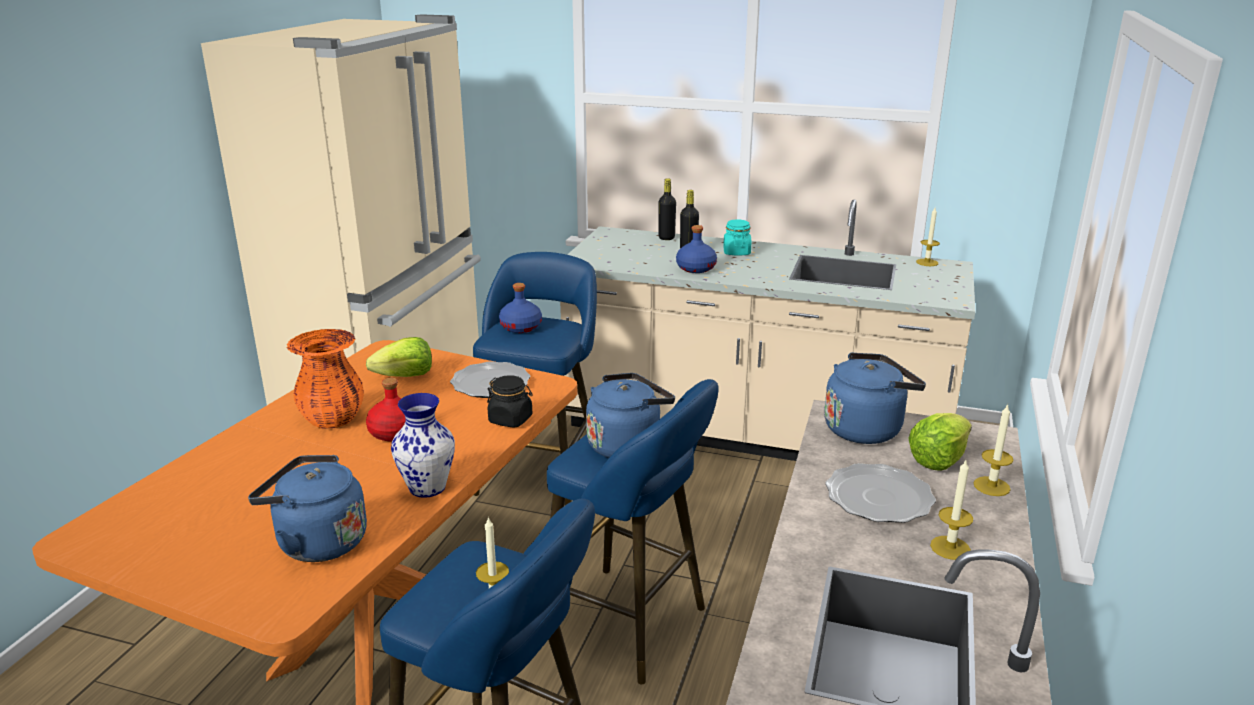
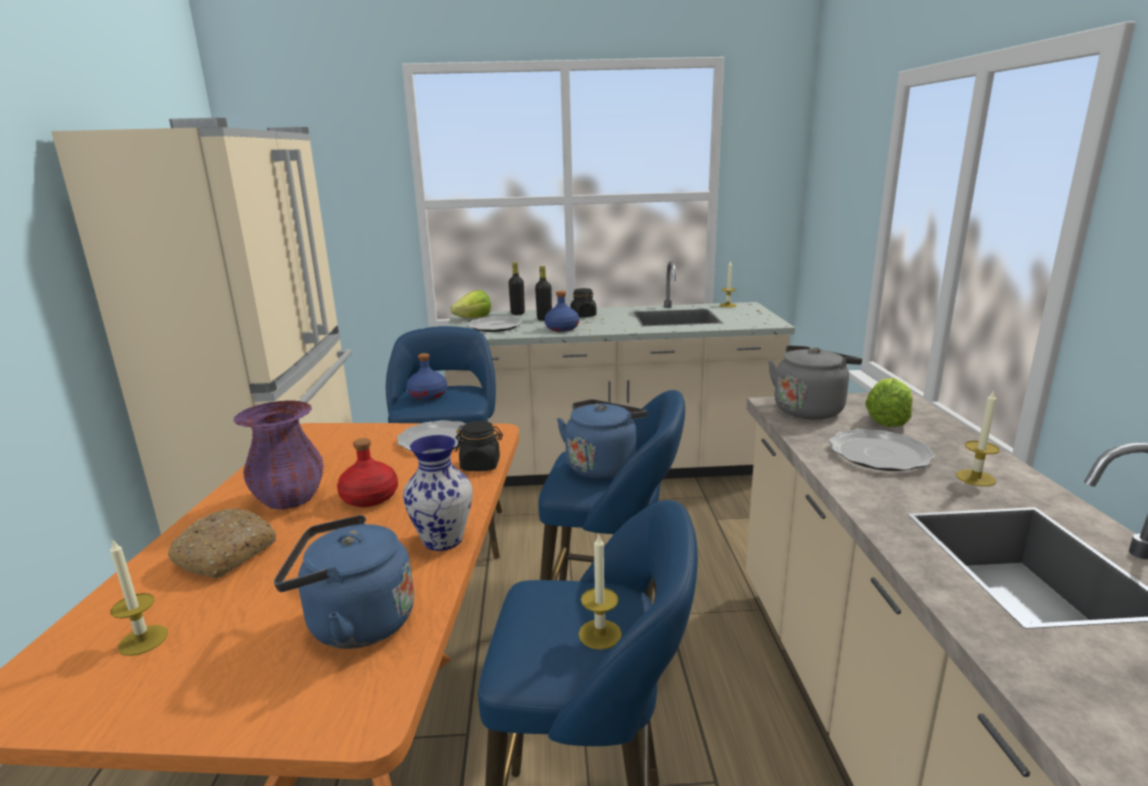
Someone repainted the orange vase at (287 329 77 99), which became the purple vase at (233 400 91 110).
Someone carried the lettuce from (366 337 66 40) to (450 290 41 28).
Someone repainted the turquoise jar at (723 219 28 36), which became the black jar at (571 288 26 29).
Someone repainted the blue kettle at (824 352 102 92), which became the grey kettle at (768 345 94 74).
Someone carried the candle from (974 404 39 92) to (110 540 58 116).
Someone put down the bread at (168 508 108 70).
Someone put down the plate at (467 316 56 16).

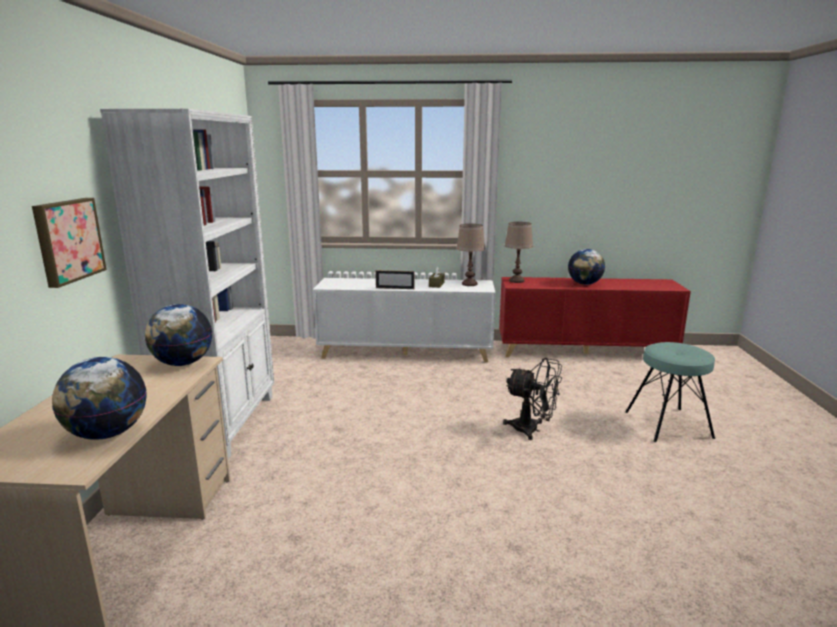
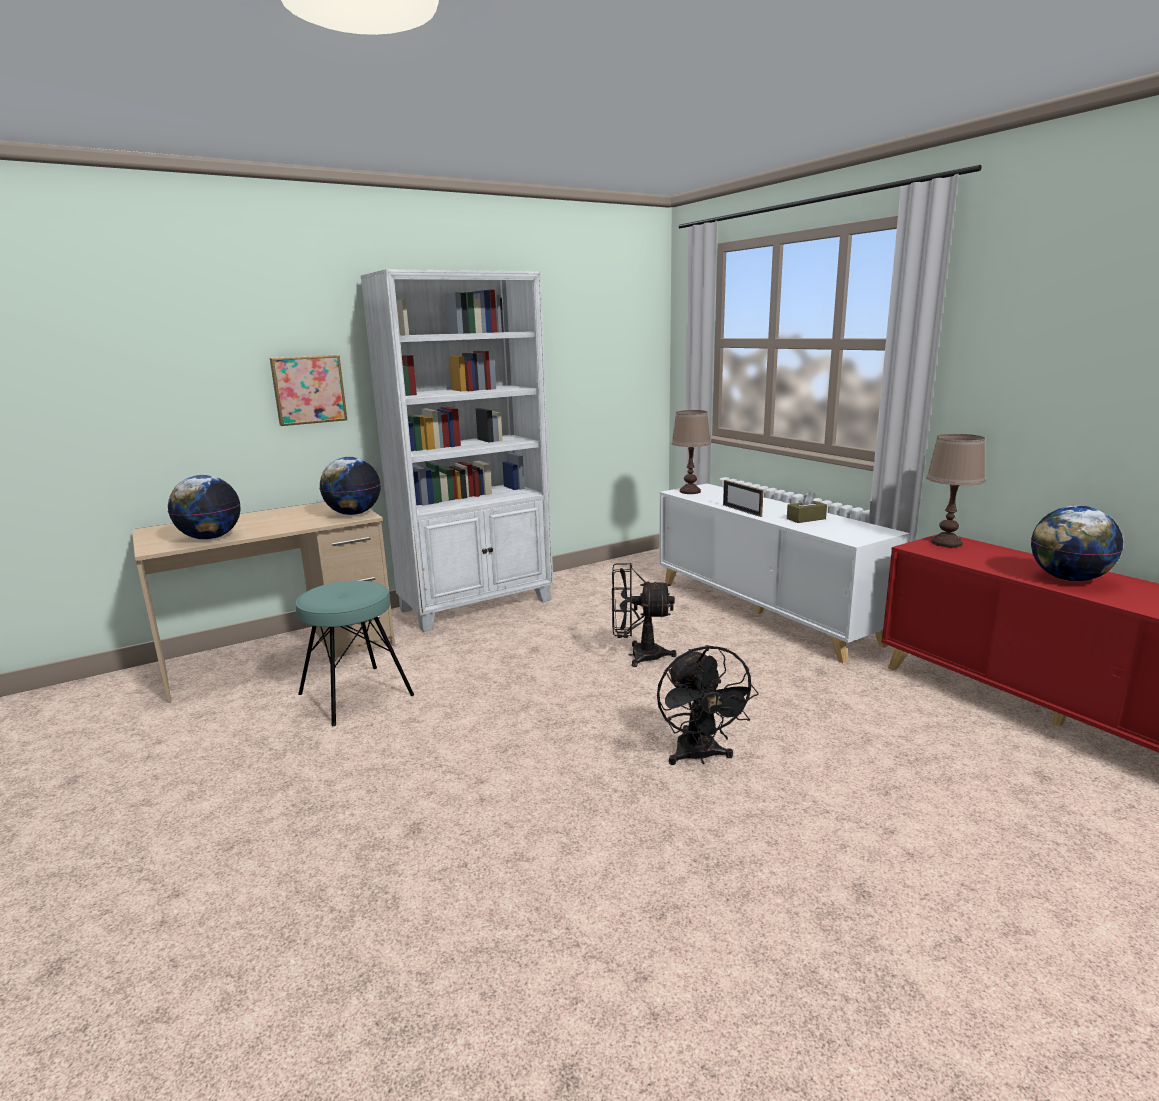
Someone carried the brown table lamp from (456 224 29 62) to (672 410 39 84).
Someone carried the turquoise stool from (625 342 90 100) to (295 581 119 145).
Someone put down the black fan at (612 563 65 104).

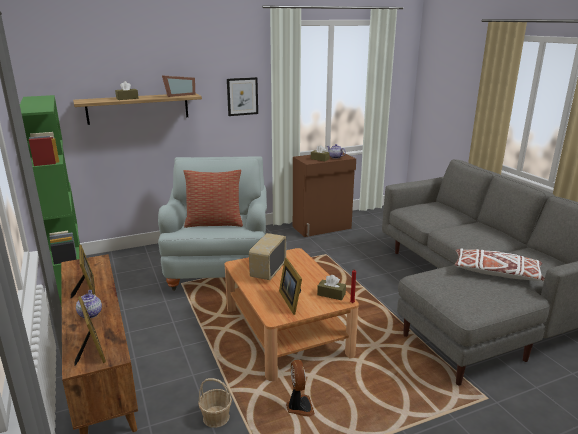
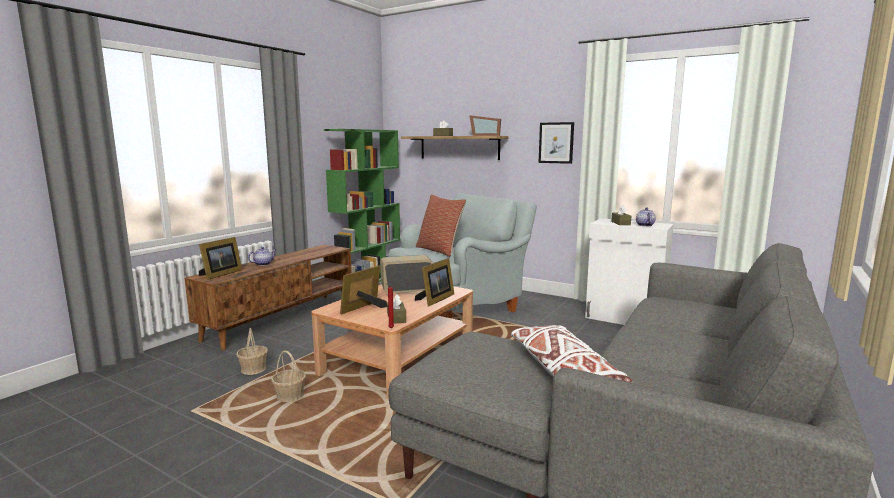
Someone carried the picture frame from (71 245 24 53) to (415 258 39 48).
Someone swapped the fan at (286 360 29 56) for the basket at (271 351 35 51).
Someone repainted the brown cabinet at (293 153 63 84), which became the white cabinet at (585 218 89 107).

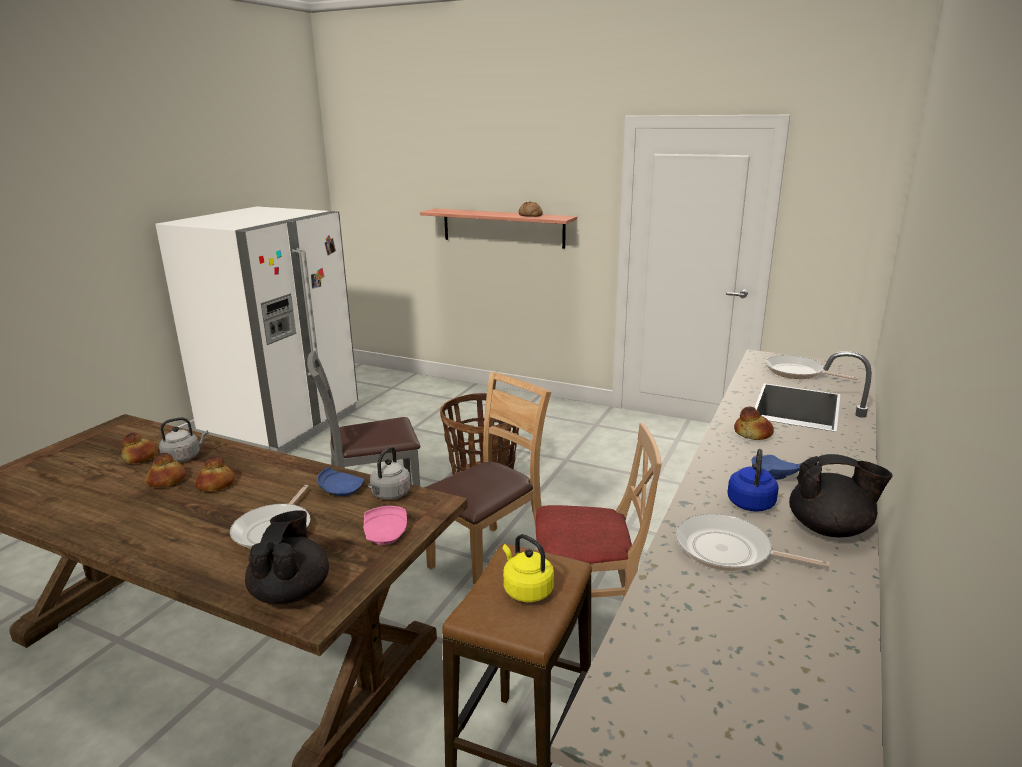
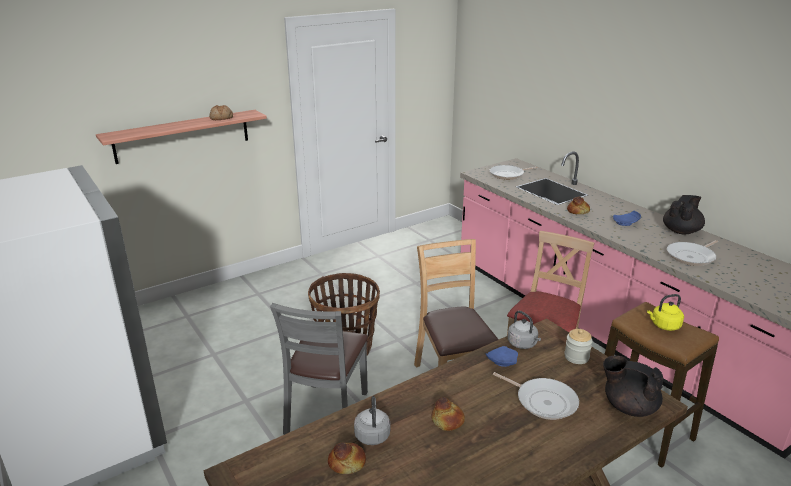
Someone took away the bread at (146 453 40 34).
Someone swapped the pink plate at (363 506 44 39) for the jar at (564 329 29 35).
Someone took away the blue kettle at (727 449 52 63).

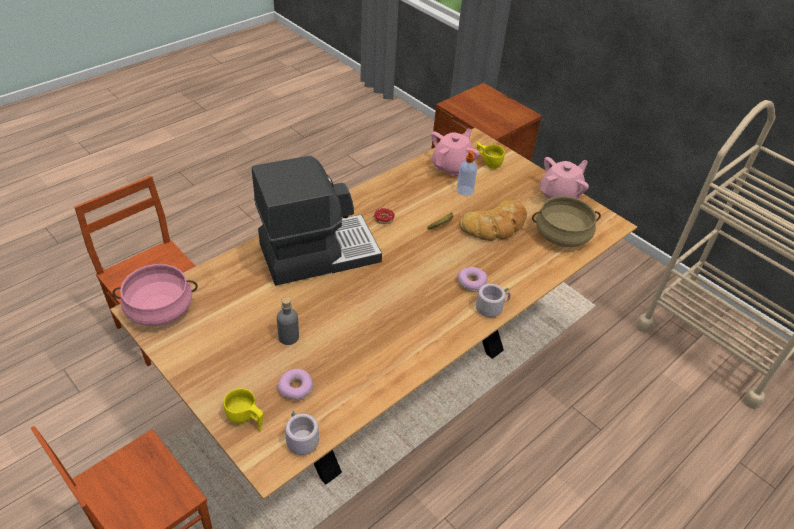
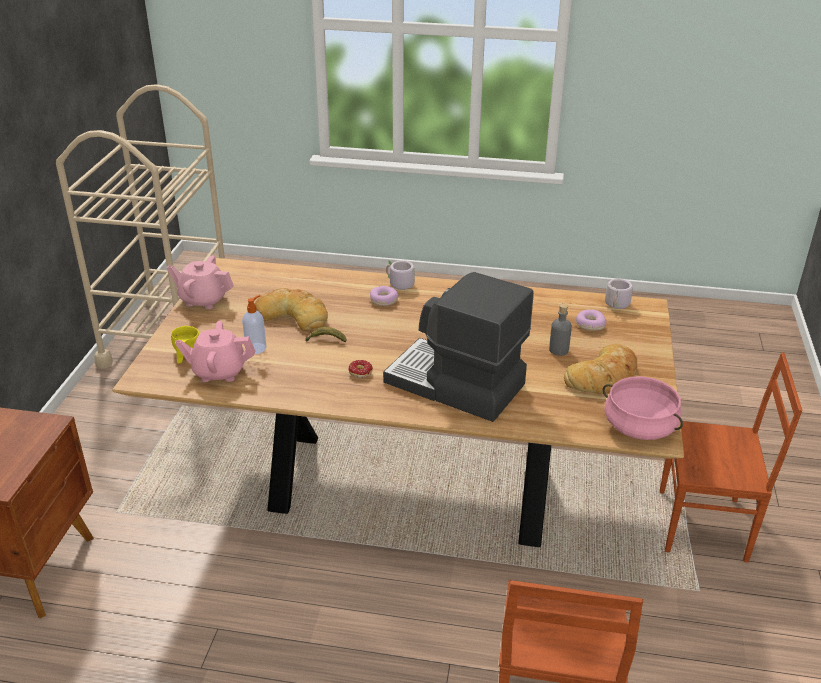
Someone took away the yellow cup at (224 388 39 43).
Someone took away the beige cooking pot at (532 196 69 51).
Someone put down the bread at (564 344 73 50).

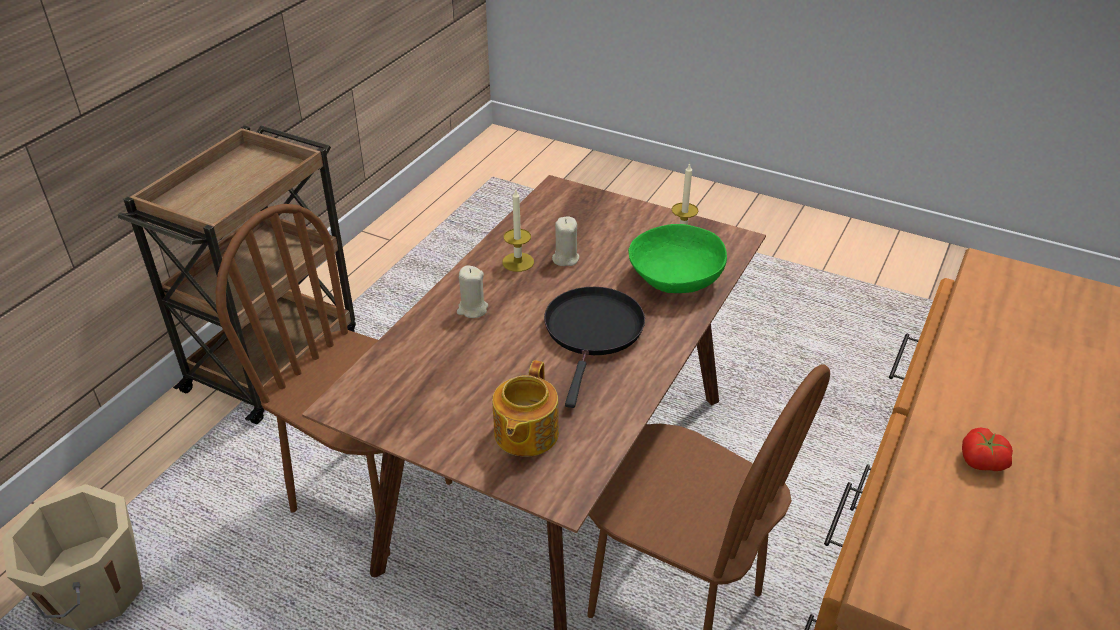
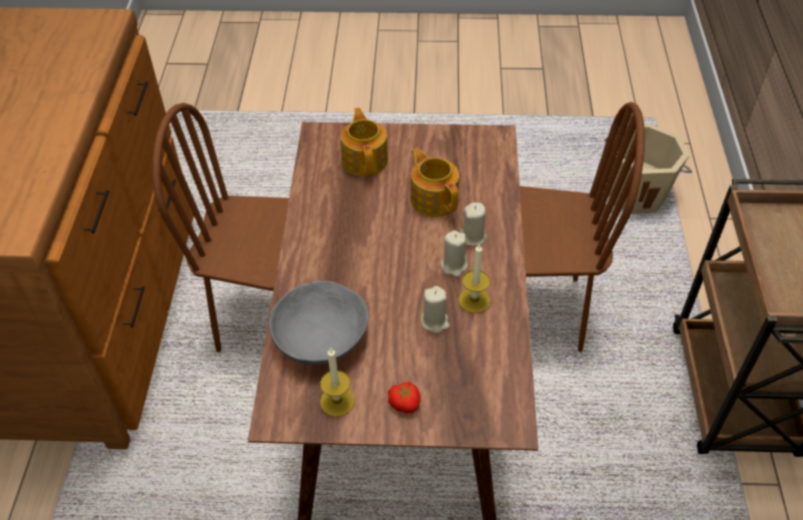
Someone took away the black frying pan at (544 287 101 121).
Someone repainted the green bowl at (628 224 99 69), which became the grey bowl at (269 281 99 84).
Someone carried the tomato from (962 427 51 44) to (388 382 33 32).
Someone put down the teapot at (411 148 48 69).
Someone put down the beige candle at (441 230 27 47).

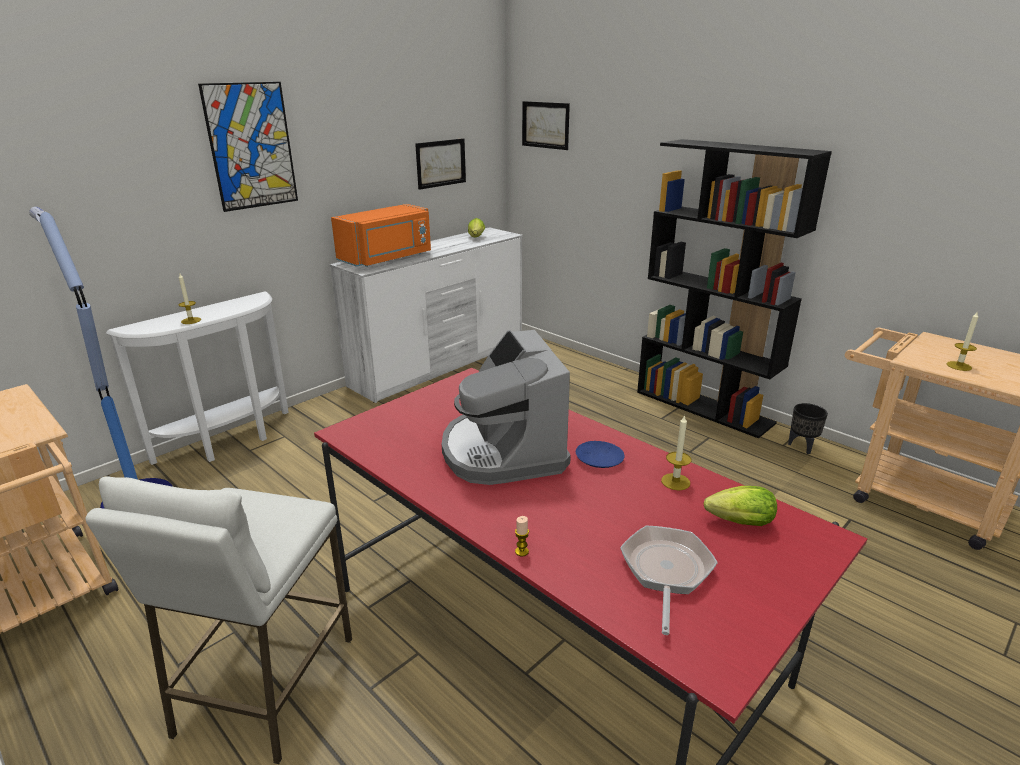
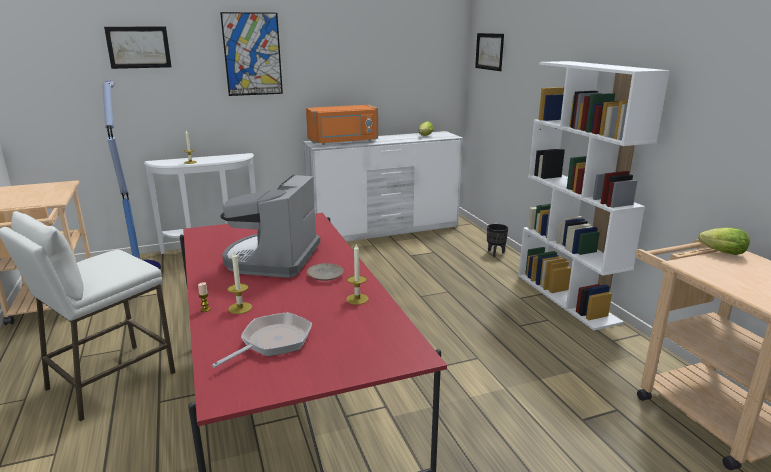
Someone carried the picture from (415 138 51 52) to (104 27 67 42).
Someone repainted the blue plate at (576 441 48 27), which became the beige plate at (307 263 37 18).
Someone repainted the black bookcase at (637 139 195 299), which became the white bookcase at (518 61 152 269).
Someone carried the lettuce from (704 486 73 40) to (698 227 52 28).
Someone carried the black planter from (788 403 40 51) to (487 224 21 33).
Someone carried the candle from (947 311 31 60) to (228 252 24 62).

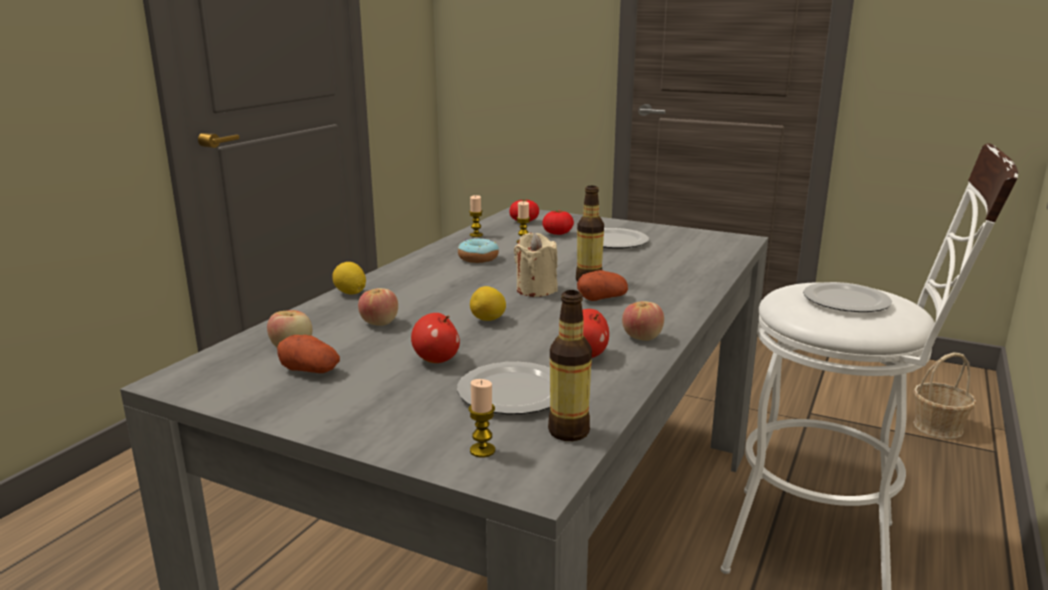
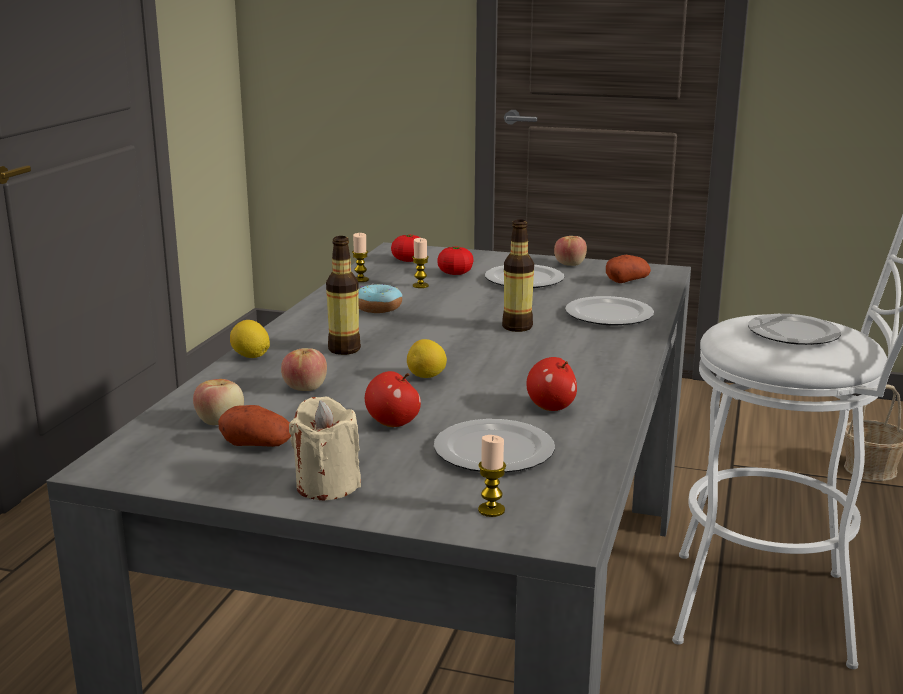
Someone carried the beige candle from (514 233 44 64) to (289 397 72 104).
Someone carried the bottle from (548 290 44 151) to (326 236 35 119).
Someone carried the potato from (577 270 51 31) to (606 255 45 28).
Someone carried the apple from (622 301 42 40) to (554 236 33 30).
Someone put down the plate at (565 296 89 29).

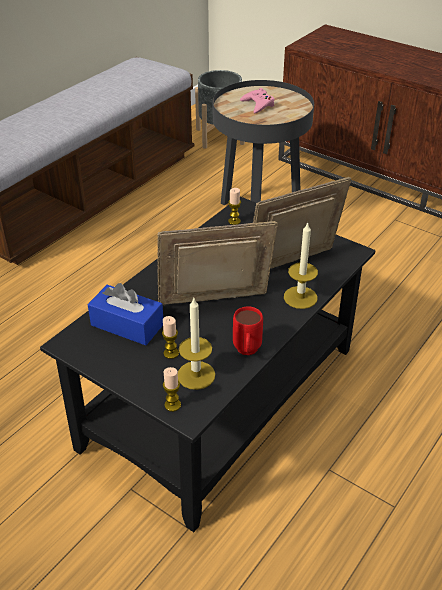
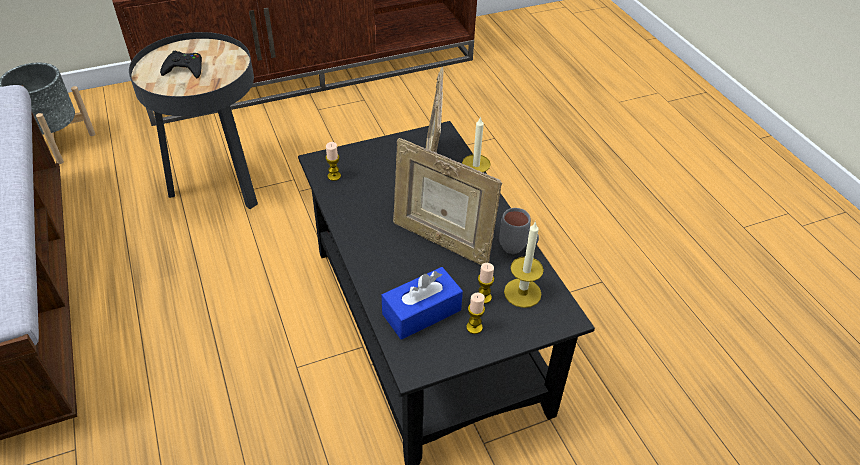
Someone rotated the picture frame at (157 221 121 84) by 75 degrees counterclockwise.
Someone carried the candle from (163 367 18 45) to (466 293 19 41).
Someone repainted the red mug at (233 306 30 49), which became the grey mug at (499 208 40 46).
Someone repainted the pink game controller at (240 88 34 25), which became the black game controller at (160 51 42 27).

